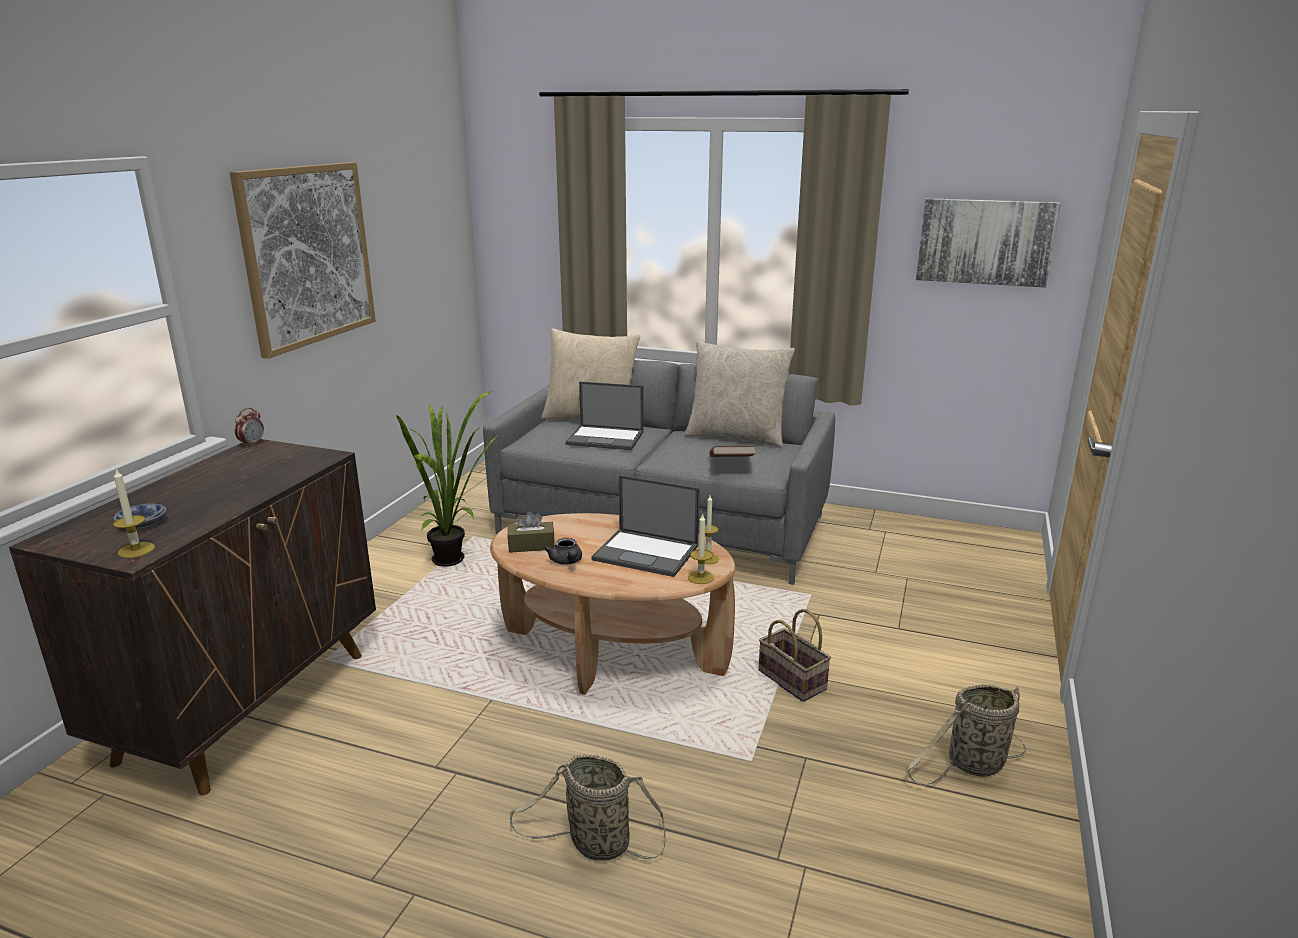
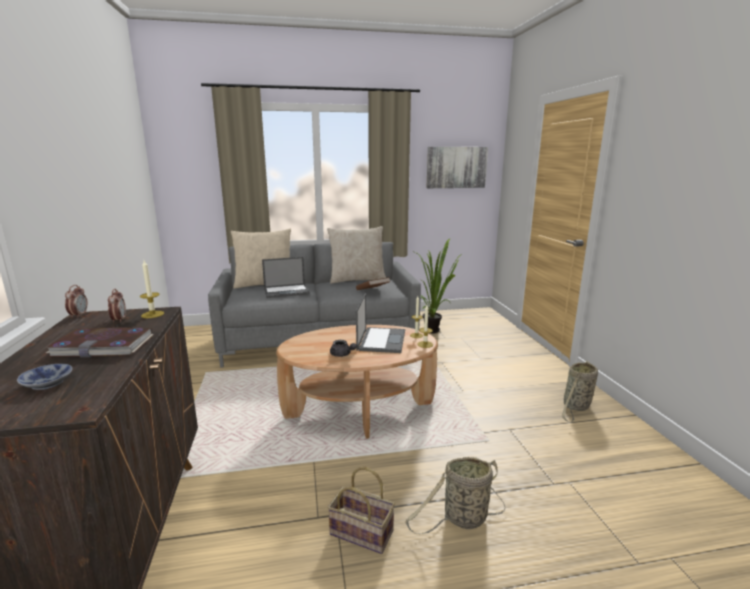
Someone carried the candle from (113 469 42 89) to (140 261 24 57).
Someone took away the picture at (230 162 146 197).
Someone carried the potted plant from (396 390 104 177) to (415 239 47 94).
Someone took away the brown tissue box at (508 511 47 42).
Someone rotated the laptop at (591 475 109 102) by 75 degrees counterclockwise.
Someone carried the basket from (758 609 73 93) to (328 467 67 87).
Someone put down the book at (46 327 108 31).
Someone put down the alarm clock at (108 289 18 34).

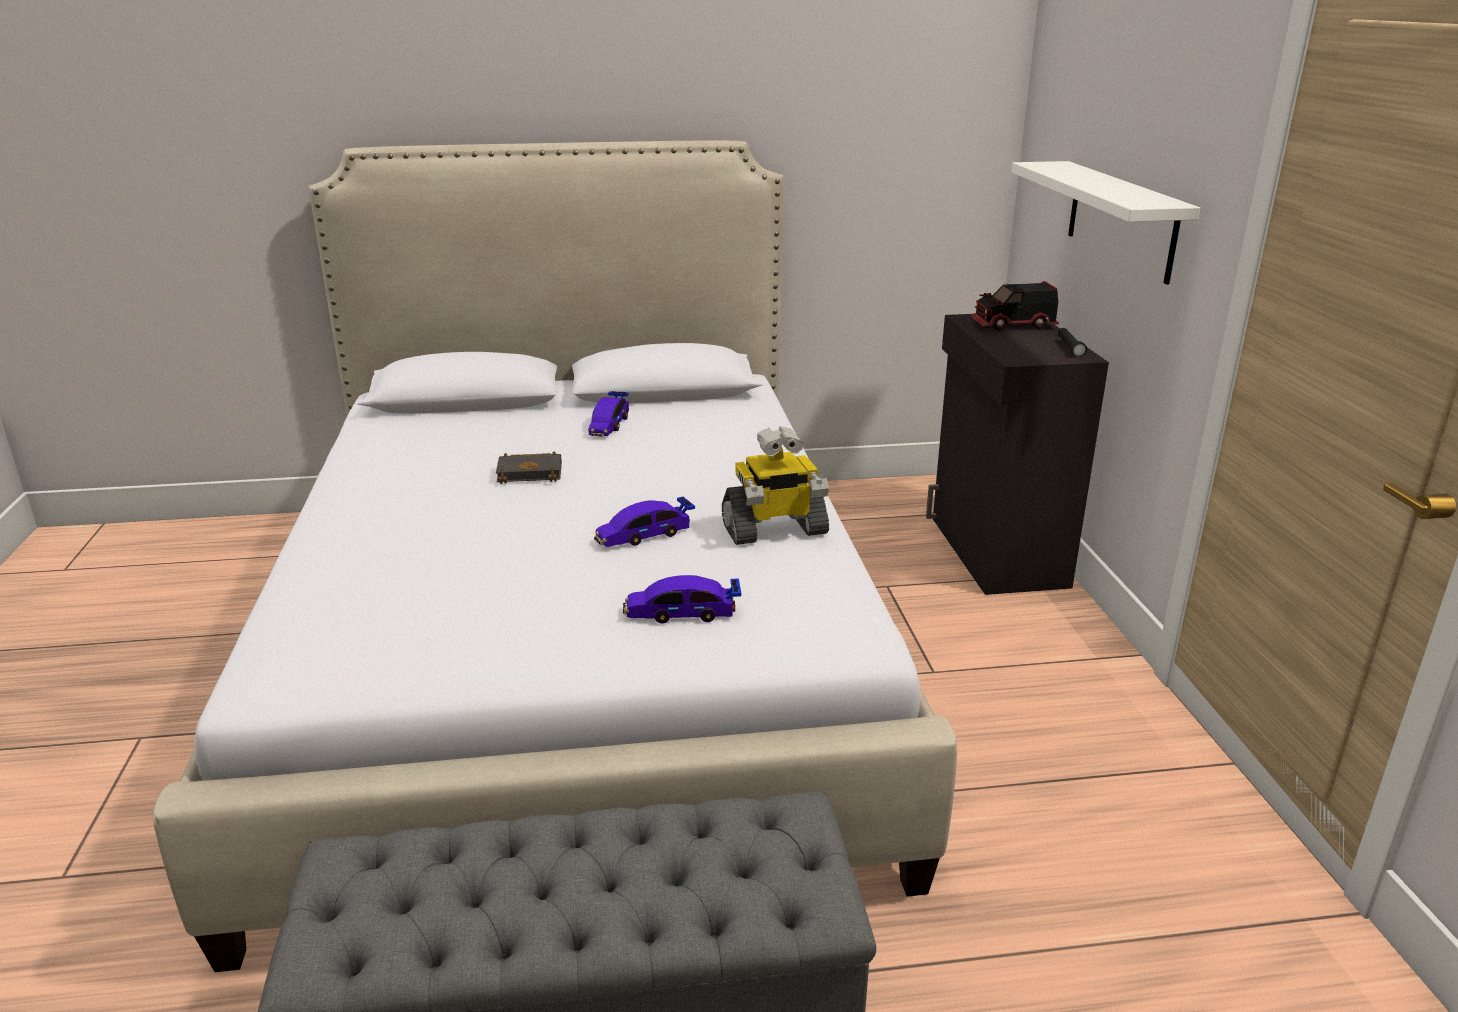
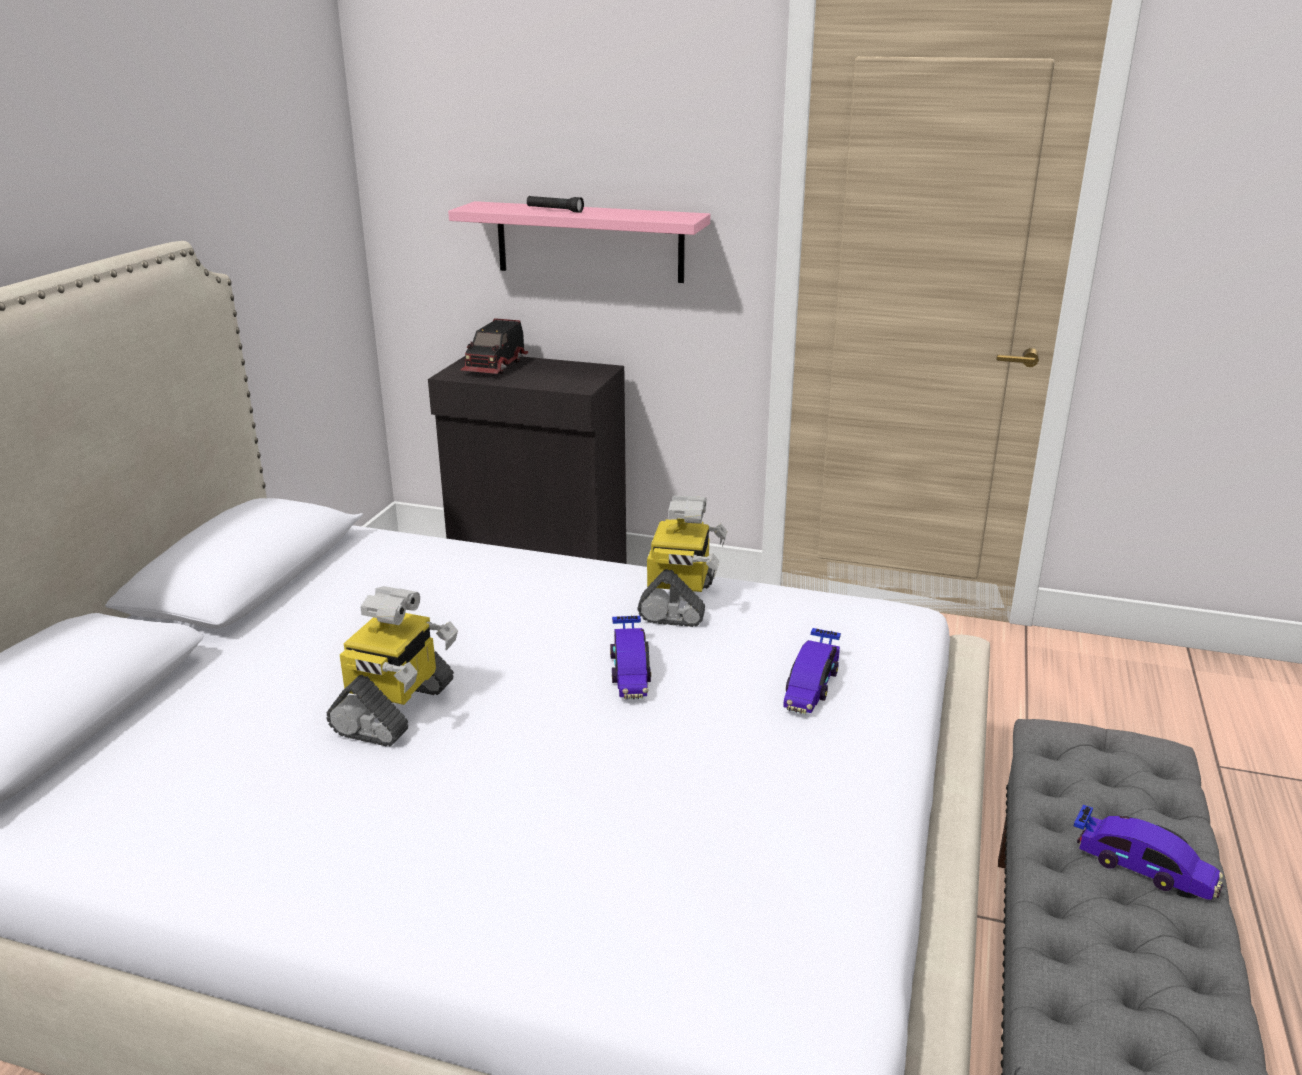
Someone swapped the black book at (496 451 66 33) for the toy robot at (326 586 132 161).
Someone carried the toy car from (589 391 40 46) to (1074 805 149 95).
Someone repainted the white shelf at (1011 161 189 124), which became the pink shelf at (448 201 262 82).
Someone carried the black flashlight from (1058 328 29 30) to (527 196 57 17).

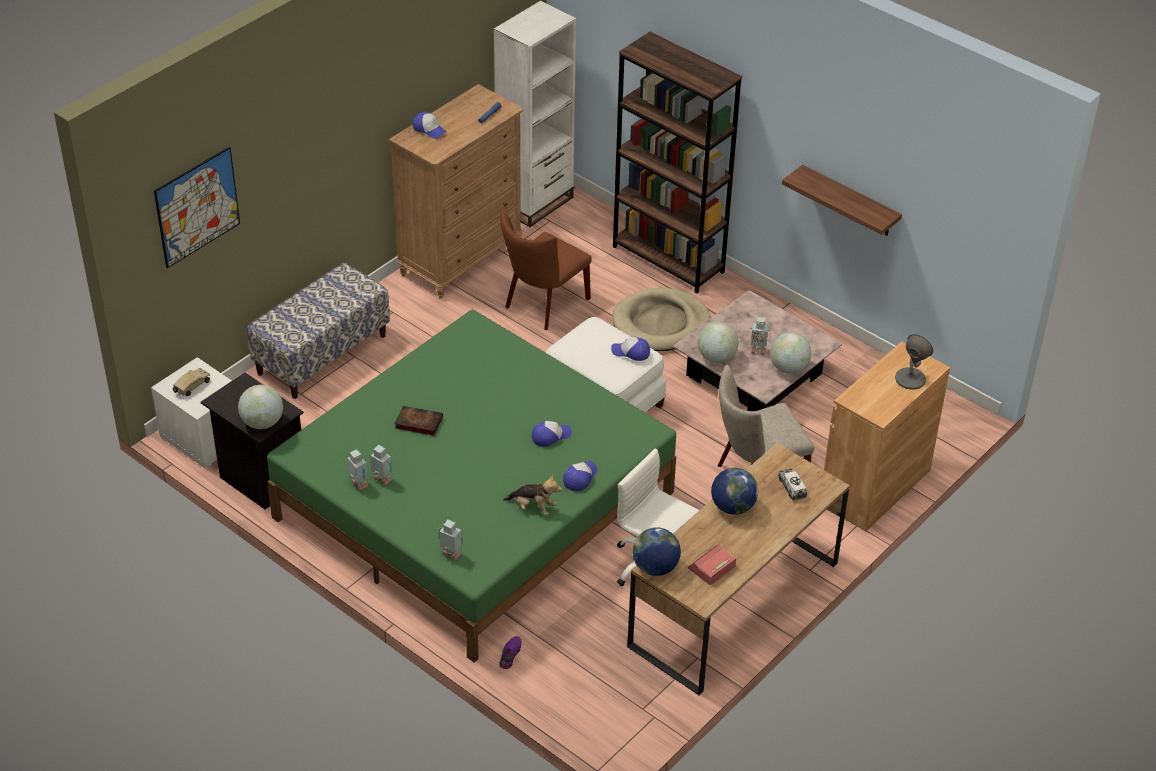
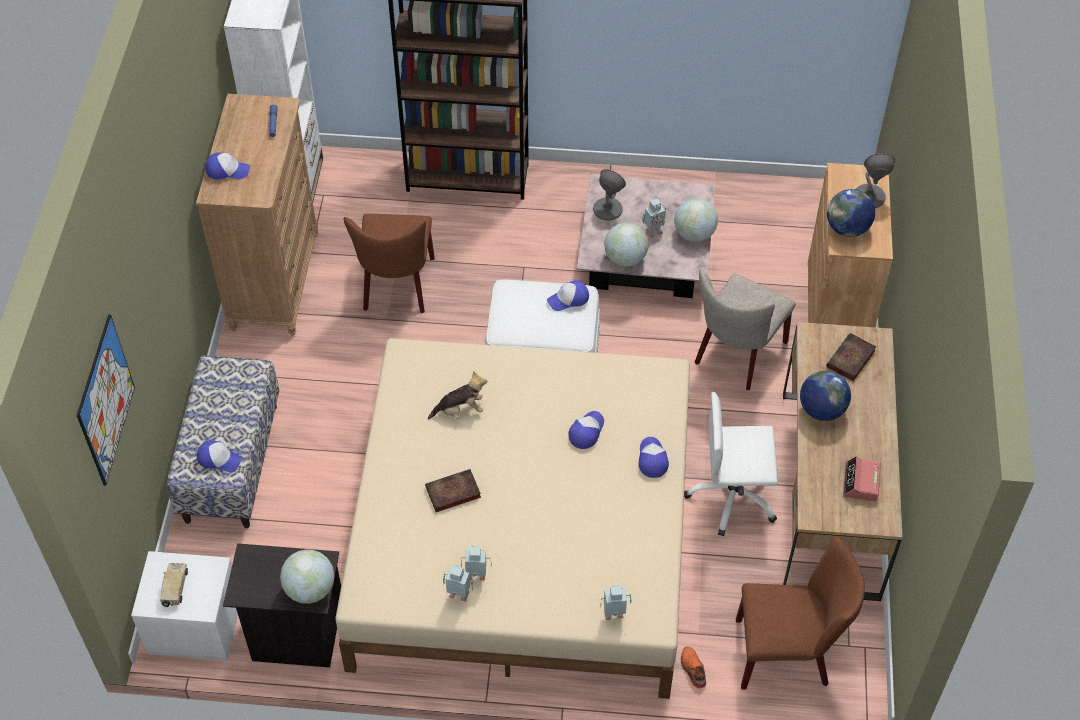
Someone repainted the green bed at (267 310 409 353), which became the beige bed at (335 338 355 361).
Someone repainted the purple shoe at (499 636 23 33), which became the orange shoe at (681 647 25 42).
Someone carried the plush toy from (503 475 59 40) to (428 371 59 49).
Someone took away the beige dog bed at (612 288 98 63).
Someone carried the globe from (632 527 49 49) to (827 189 48 48).
Someone swapped the toy truck at (778 468 29 33) for the book at (826 333 50 48).
Someone took away the shelf at (782 165 120 70).
Someone put down the cap at (197 440 45 32).
Someone put down the grey table lamp at (593 169 33 52).
Someone put down the brown chair at (736 536 129 154).

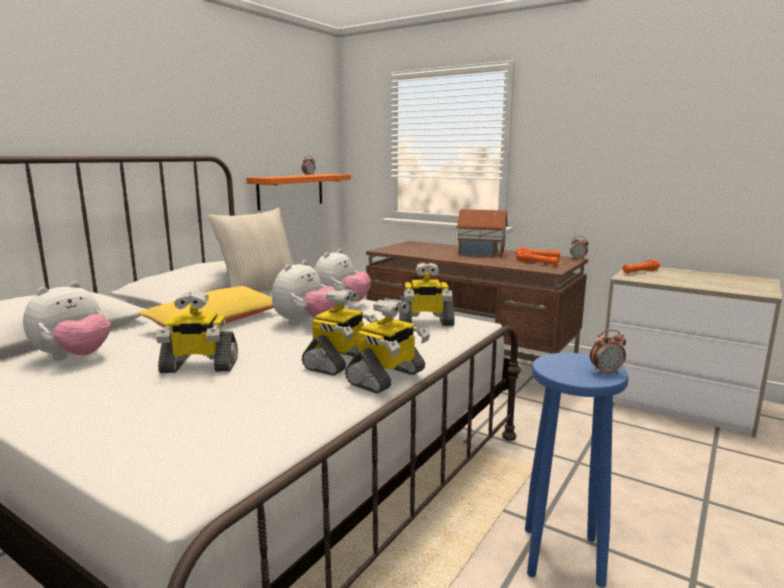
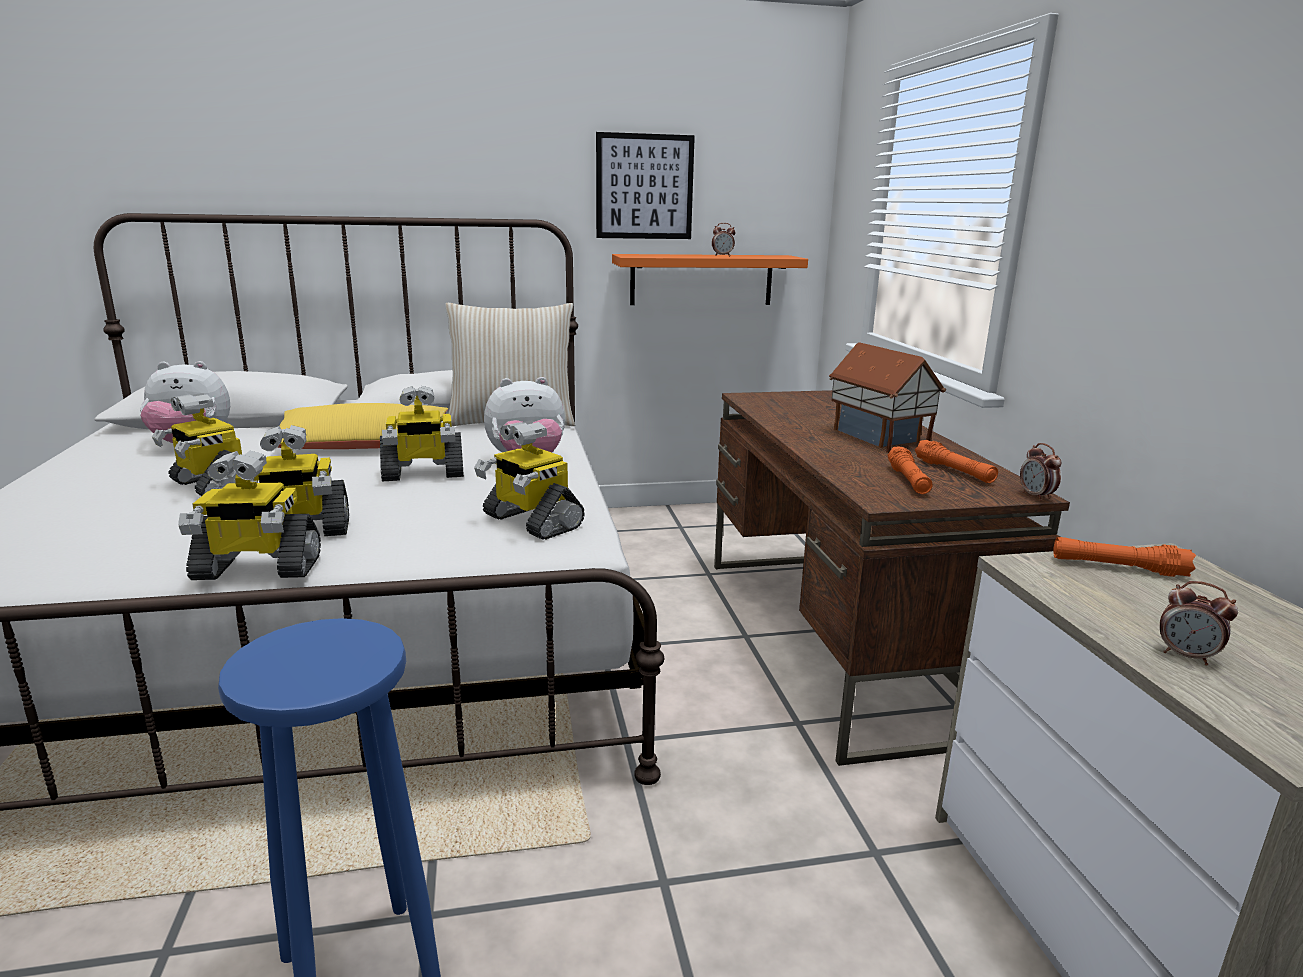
Someone swapped the plush toy at (272 260 64 65) for the toy robot at (380 386 84 95).
Someone carried the alarm clock from (590 330 36 45) to (1160 581 78 85).
Someone put up the picture at (596 132 99 107).

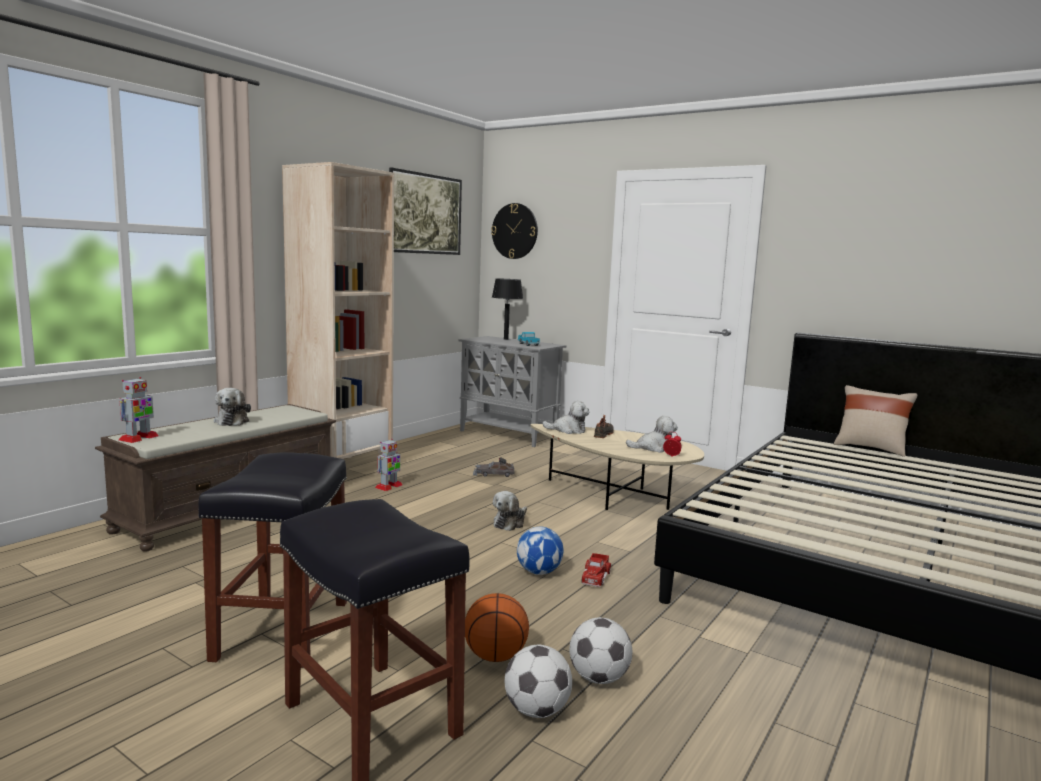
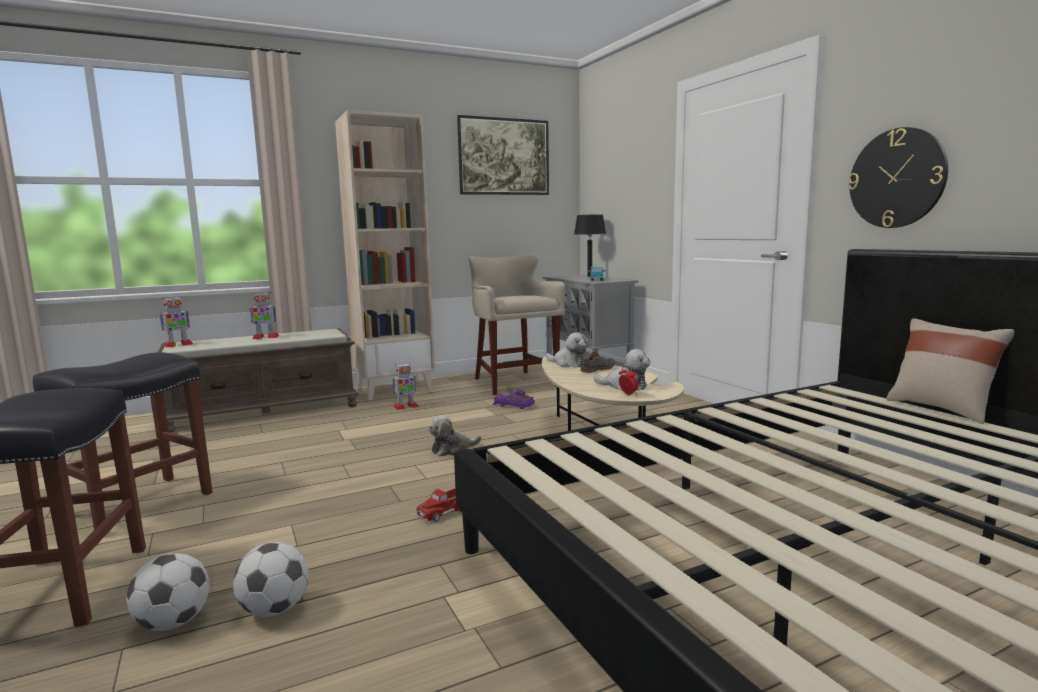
Someone swapped the plush toy at (214 388 37 38) for the toy robot at (249 292 30 47).
Someone took away the basketball at (465 593 64 69).
Someone repainted the grey toy car at (473 457 41 20), which became the purple toy car at (492 389 43 20).
Someone carried the wall clock from (491 203 47 56) to (848 127 100 101).
Someone took away the football at (517 527 47 48).
Someone put down the beige stool at (468 254 97 141).

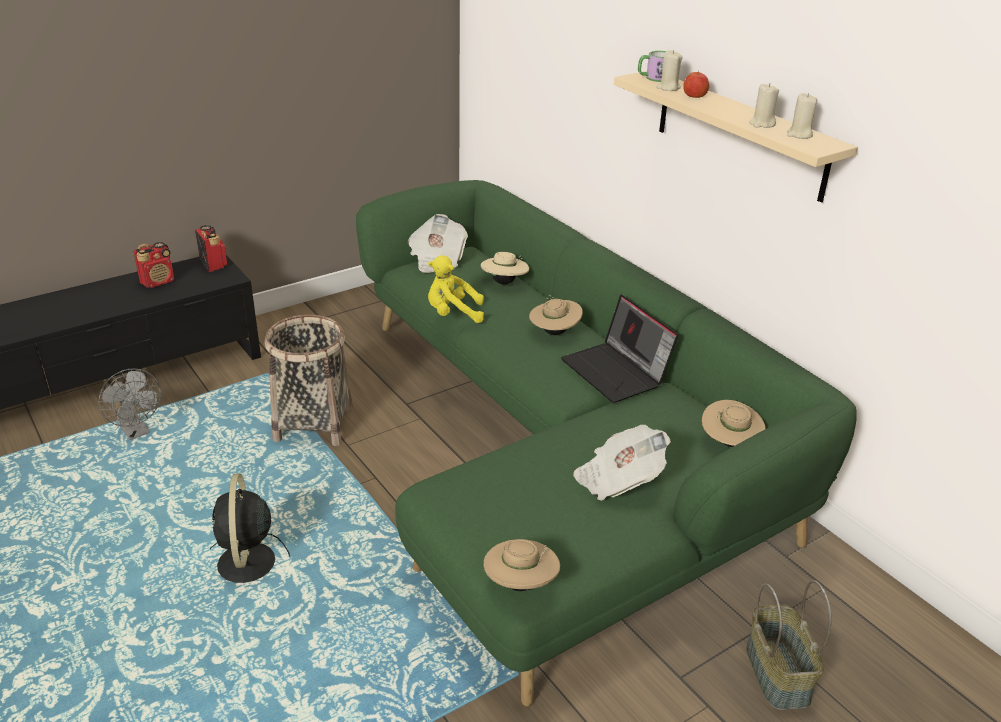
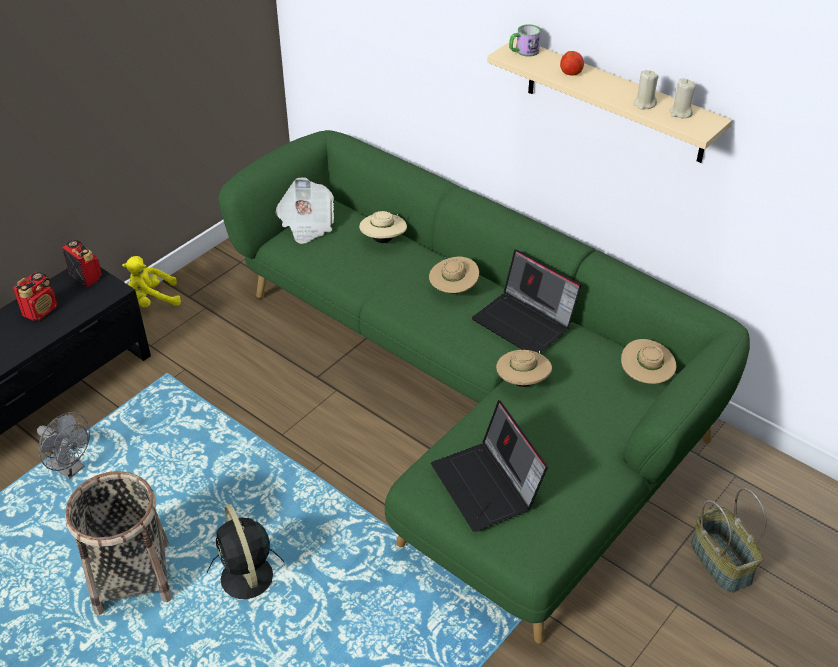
Someone carried the basket from (265 314 88 132) to (65 471 108 144).
Someone carried the yellow plush toy from (428 255 56 68) to (122 256 59 51).
Someone carried the beige hat from (483 539 77 52) to (496 350 56 37).
Someone took away the newspaper at (573 425 98 76).
Someone took away the beige candle at (656 50 27 41).
Someone put down the laptop at (431 400 117 132).

